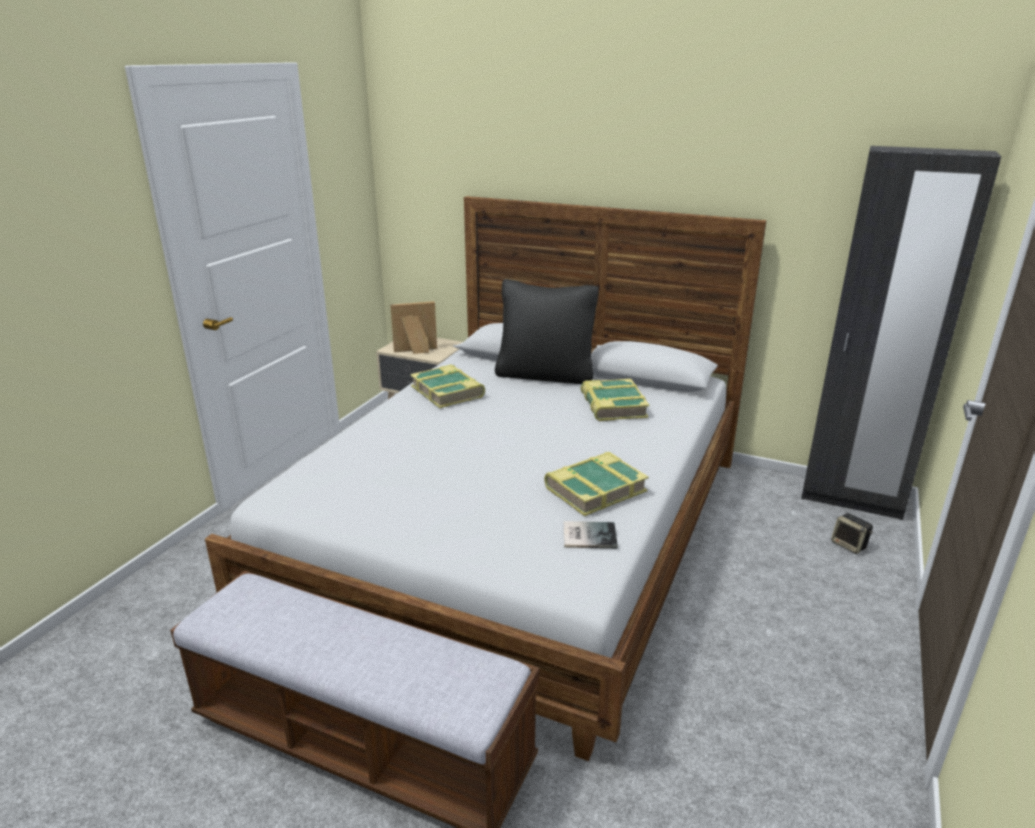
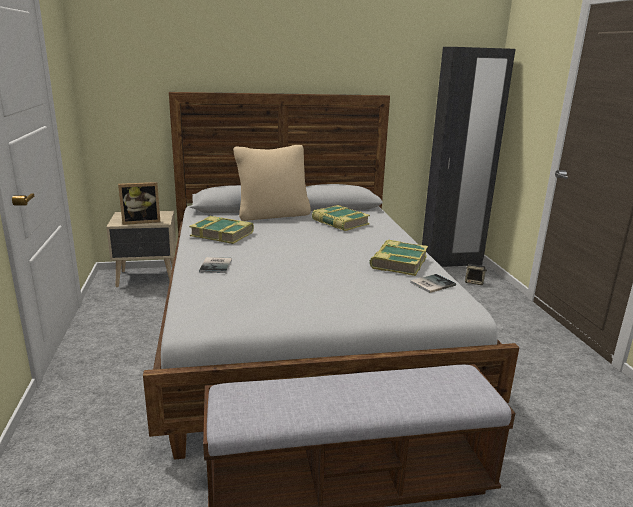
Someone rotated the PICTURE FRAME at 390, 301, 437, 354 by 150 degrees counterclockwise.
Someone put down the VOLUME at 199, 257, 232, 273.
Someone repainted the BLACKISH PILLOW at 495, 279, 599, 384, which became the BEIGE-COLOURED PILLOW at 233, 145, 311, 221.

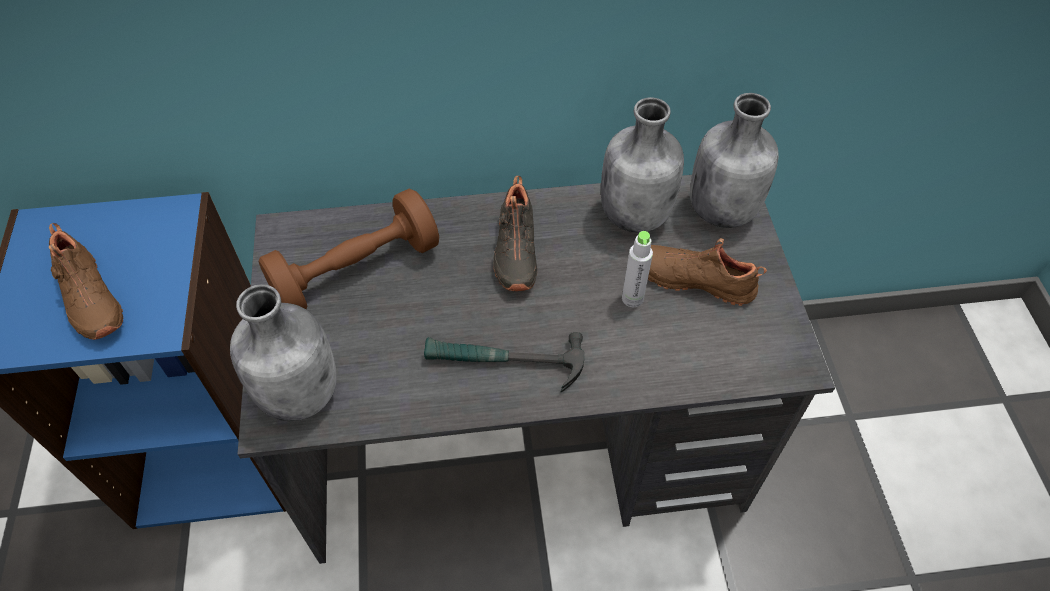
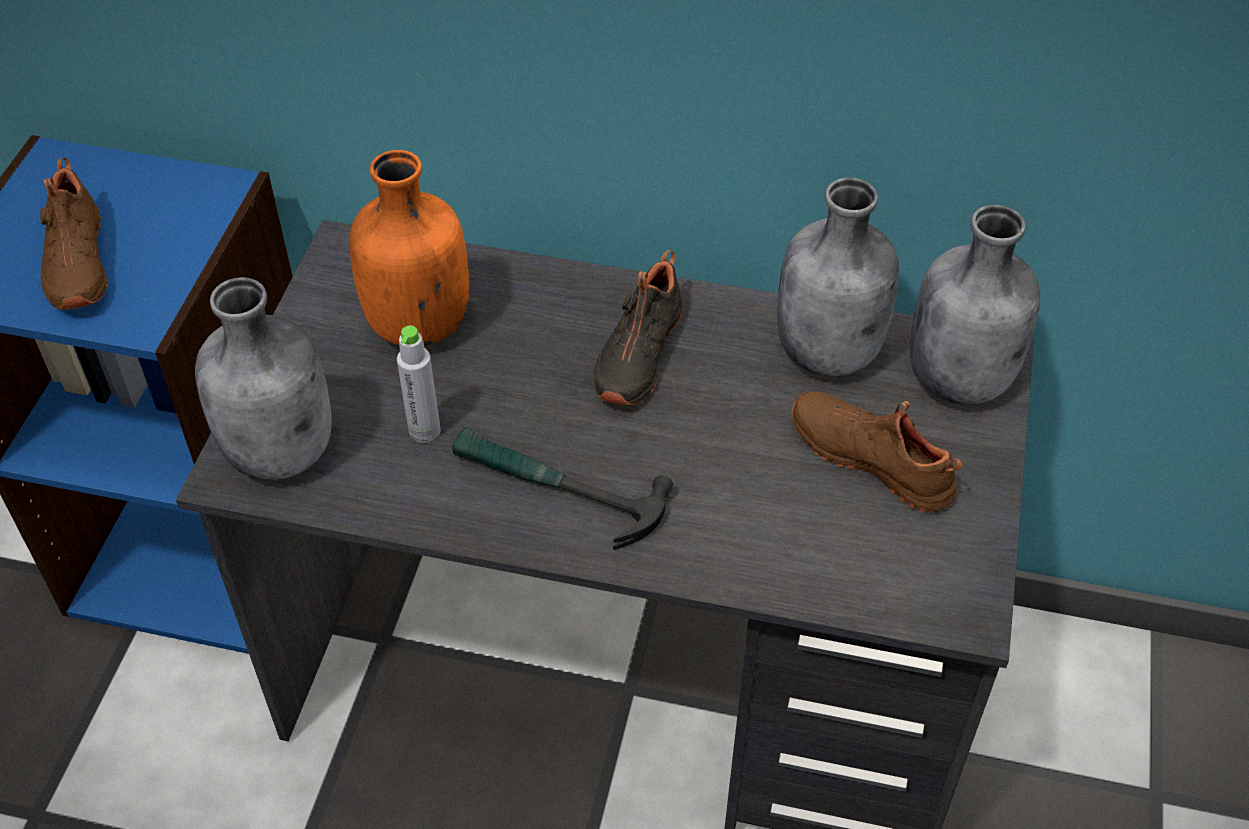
Someone swapped the BROWN-COLOURED FREE WEIGHT at 259, 189, 439, 309 for the ORANGEY DRINK BOTTLE at 349, 150, 469, 346.
Someone carried the GREYISH DRINK BOTTLE from 622, 231, 653, 307 to 397, 326, 441, 443.

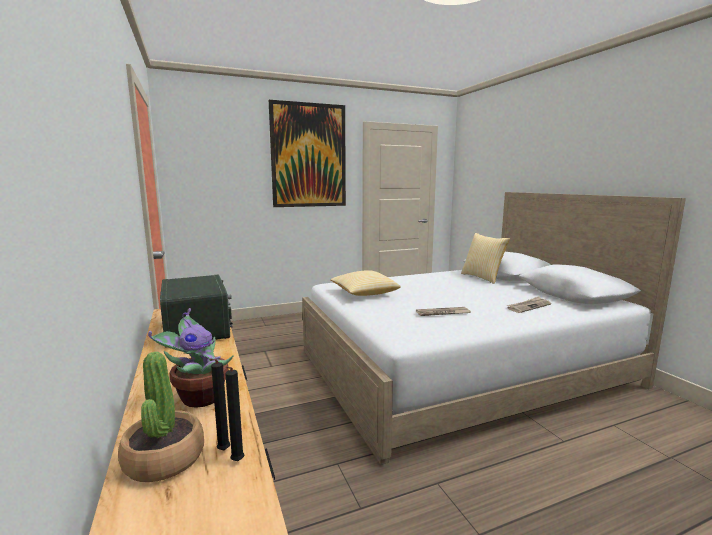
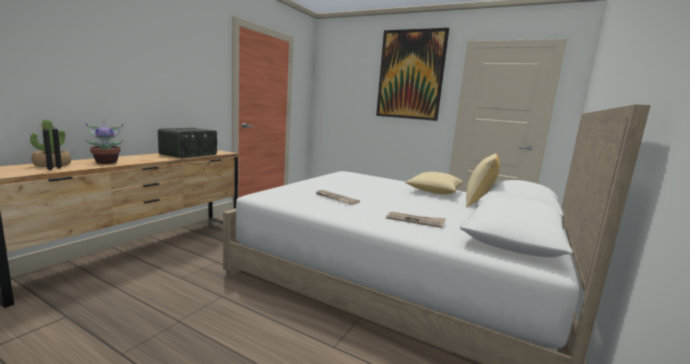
Someone carried the PILLOW from 330, 270, 401, 296 to 405, 172, 463, 195.

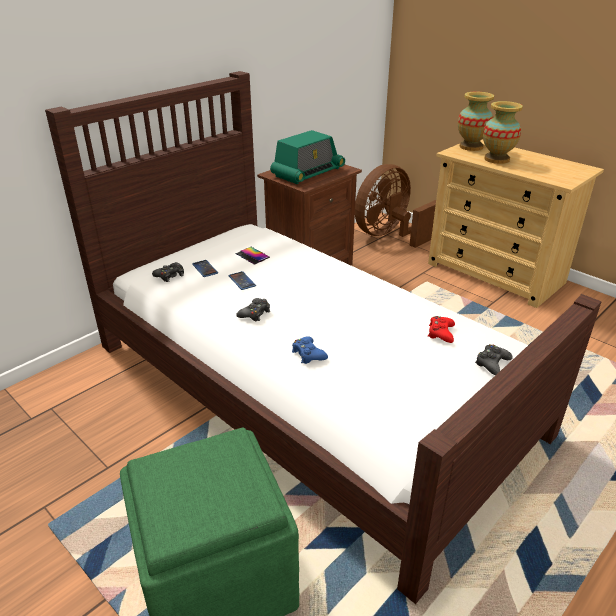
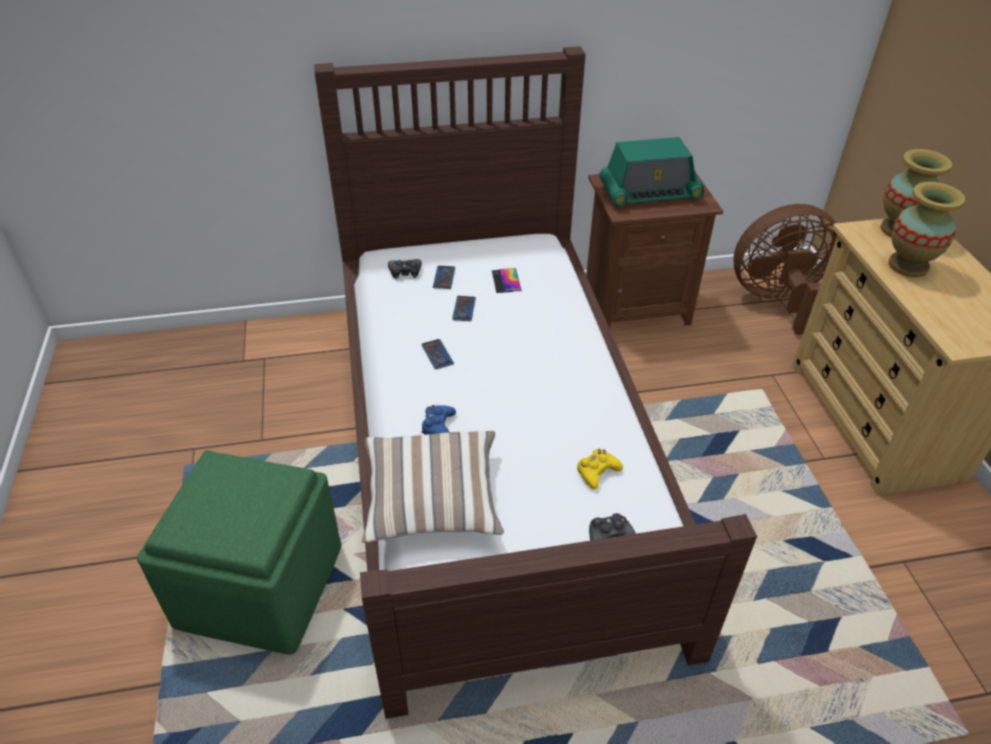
Someone put down the PILLOW at 362, 431, 504, 543.
Someone swapped the BLACKISH GAME CONTROLLER at 236, 298, 270, 321 for the HANDSET at 421, 339, 454, 369.
Someone repainted the REDDISH GAME CONTROLLER at 428, 316, 455, 343, which became the YELLOW GAME CONTROLLER at 577, 449, 623, 490.

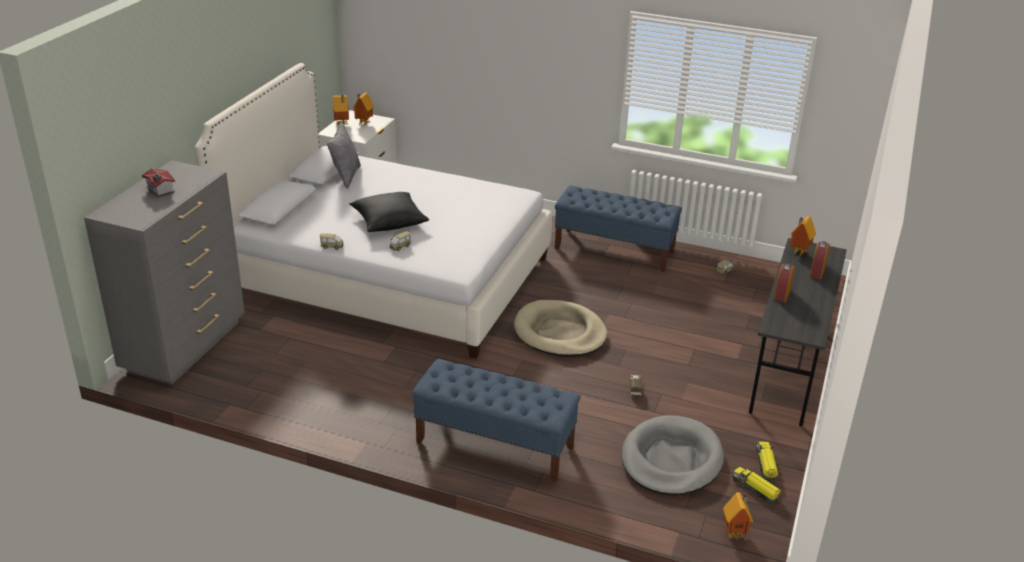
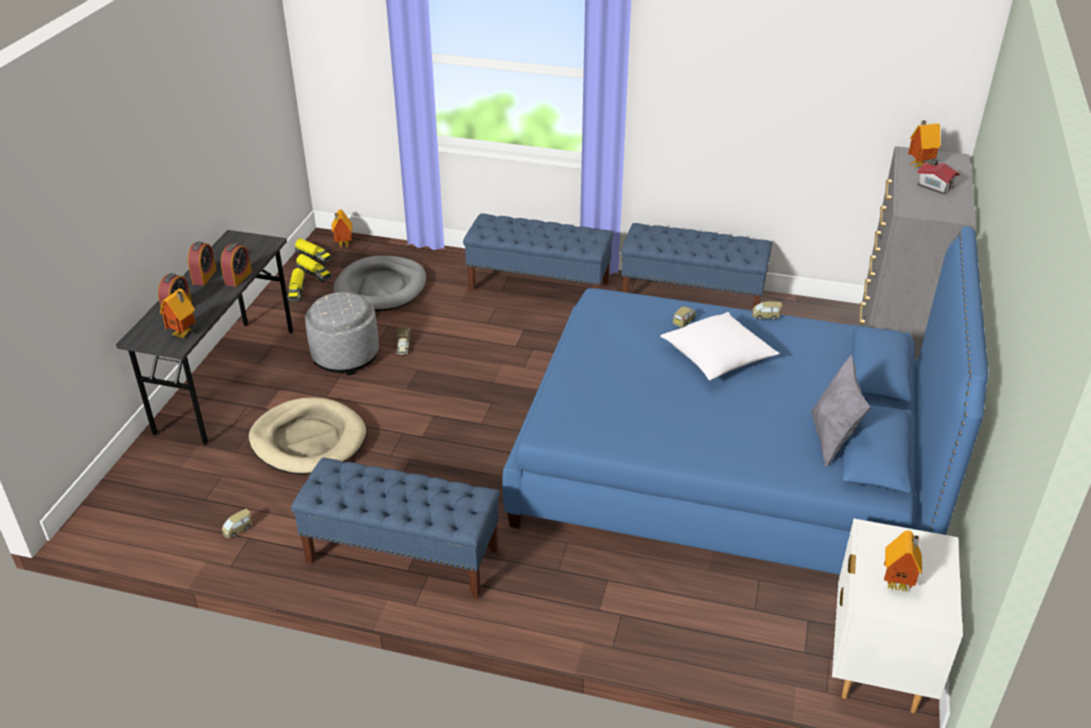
Someone put down the BEDSIDE CLOCK at 188, 242, 217, 285.
Someone carried the BEIGE-COLOURED DOG CUSHION from 514, 300, 608, 357 to 249, 397, 366, 475.
Someone put down the MODEL TRUCK at 295, 238, 332, 265.
Someone put down the GREYISH FOOTREST at 305, 292, 379, 375.
Someone repainted the WHITISH SLEEPING BED at 195, 63, 552, 359, which became the BLUISH SLEEPING BED at 502, 226, 988, 575.
Someone put down the BLUISH INDOOR BENCH at 621, 223, 772, 311.
Someone repainted the BLACKISH PILLOW at 349, 192, 429, 232, which became the WHITISH PILLOW at 660, 312, 780, 380.
Someone carried the MODEL HOUSE from 333, 95, 349, 125 to 908, 120, 941, 168.

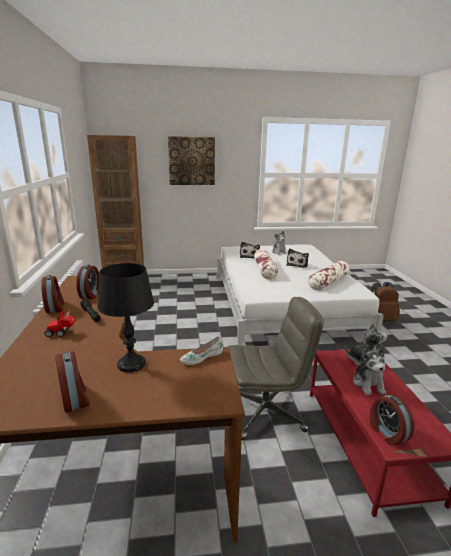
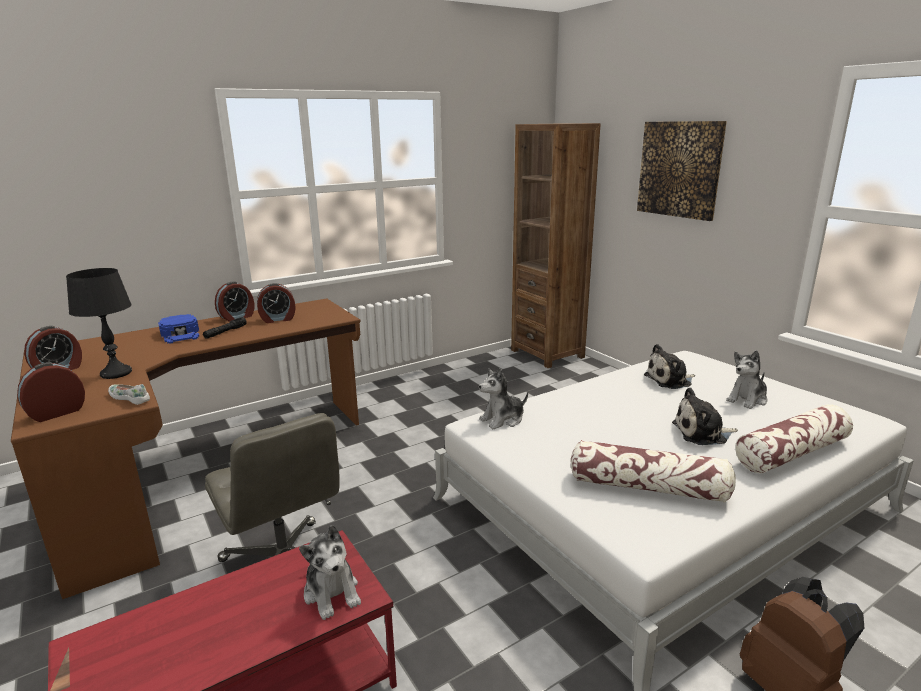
Someone carried the BEDSIDE CLOCK from 370, 394, 414, 446 to 17, 362, 85, 422.
Someone swapped the MODEL CAR at 44, 310, 76, 337 for the BLUISH BASEBALL CAP at 158, 314, 199, 344.
Someone carried the CUDDLY TOY from 353, 347, 386, 395 to 479, 368, 528, 429.
Someone carried the PILLOW from 254, 249, 278, 279 to 735, 404, 853, 473.

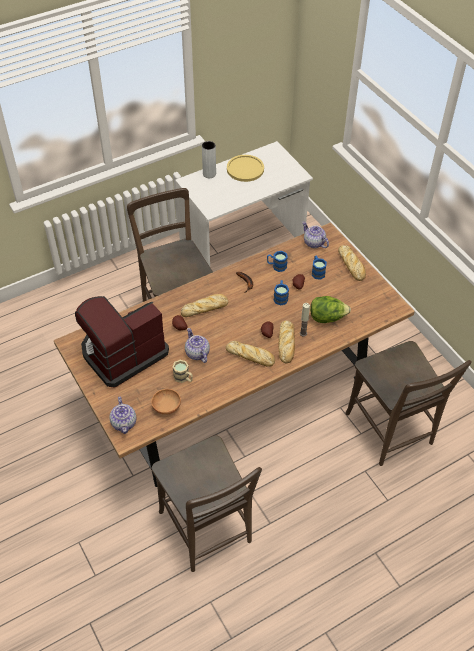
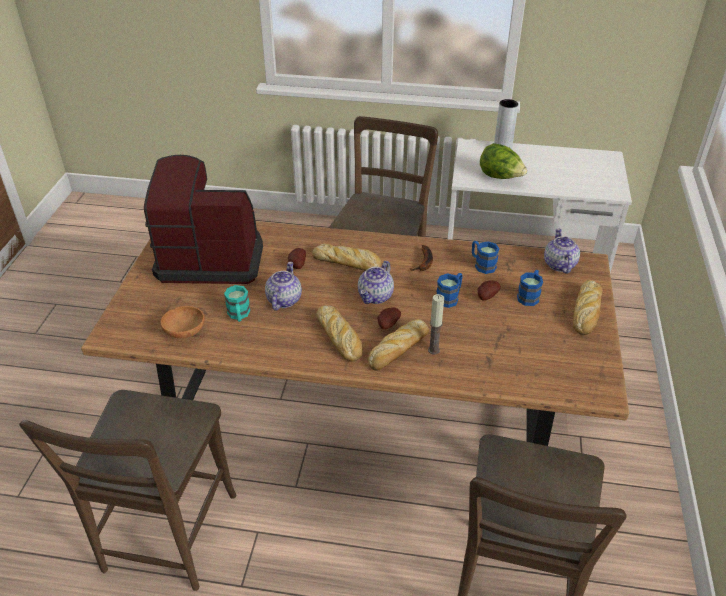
Someone repainted the BEIGE-COLOURED TEA MUG at 172, 360, 193, 383, which became the BLUE-GREEN TEA MUG at 224, 285, 250, 322.
Someone carried the TEA POT from 109, 397, 136, 434 to 358, 261, 394, 304.
Someone carried the LETTUCE from 310, 296, 351, 323 to 480, 143, 527, 179.
Someone took away the YELLOW PLATE at 227, 155, 264, 182.

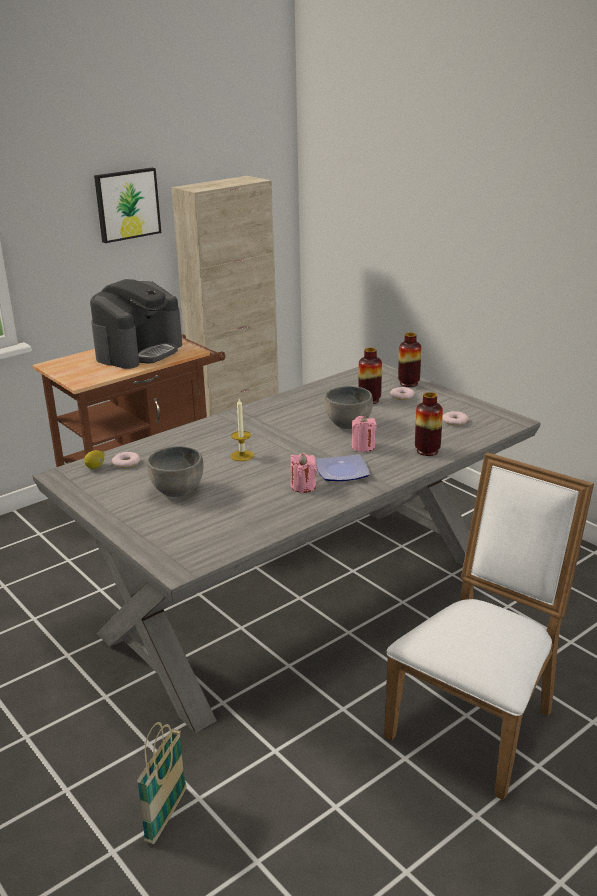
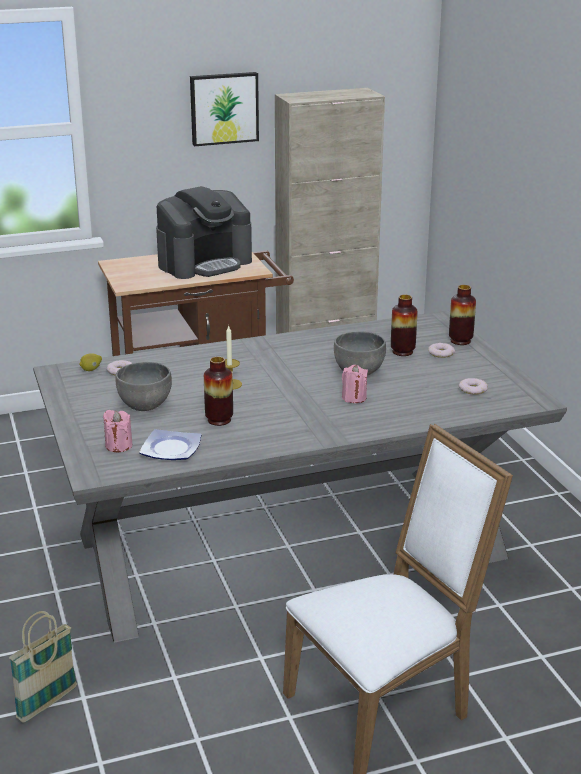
Someone carried the PINK WAX LIGHT from 291, 453, 317, 493 to 103, 410, 133, 452.
Someone carried the PLATE from 316, 454, 370, 481 to 139, 429, 201, 460.
Someone carried the FLOWER VASE from 415, 392, 443, 456 to 204, 357, 233, 426.

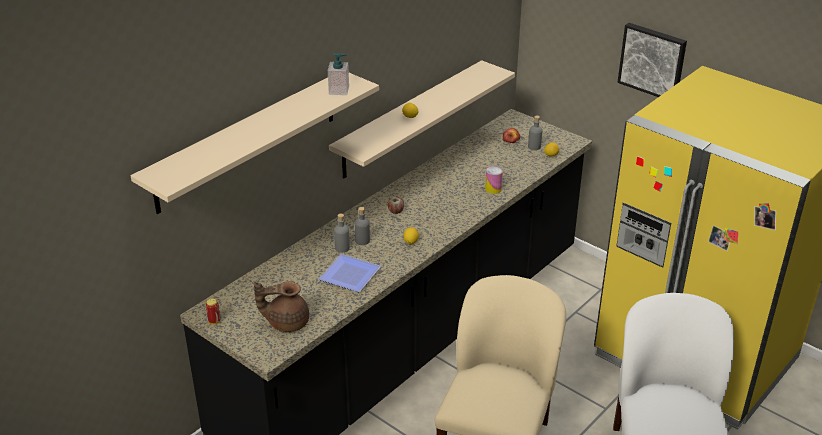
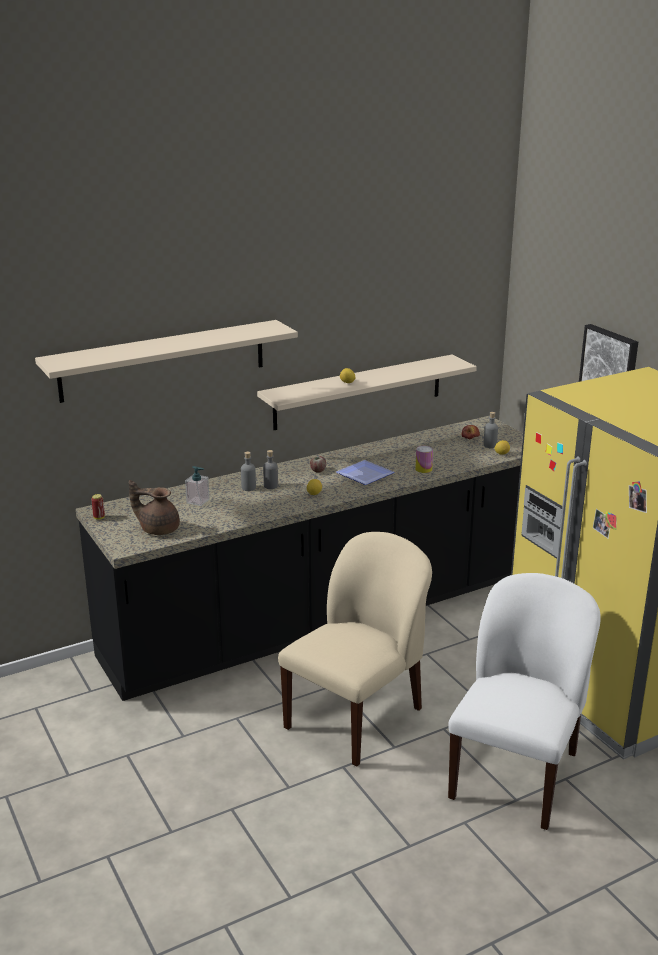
Someone carried the SOAP DISPENSER from 328, 53, 349, 95 to 185, 466, 210, 506.
Someone carried the PLATE from 319, 254, 381, 292 to 336, 460, 394, 485.

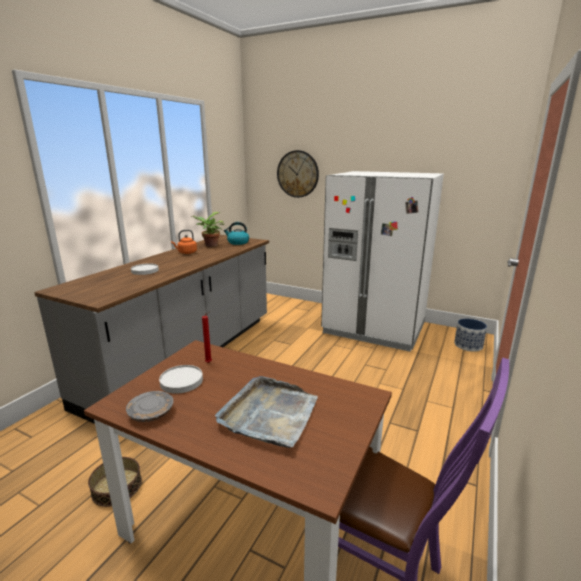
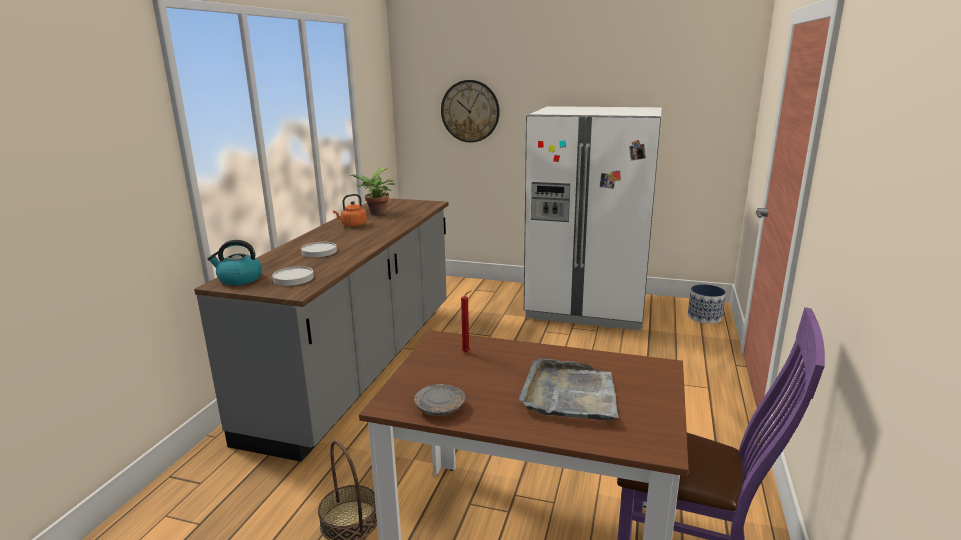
Someone carried the TEA KETTLE from 224, 222, 249, 245 to 207, 240, 262, 285.
Someone carried the WHITISH PLATE from 159, 365, 203, 394 to 272, 266, 314, 286.

